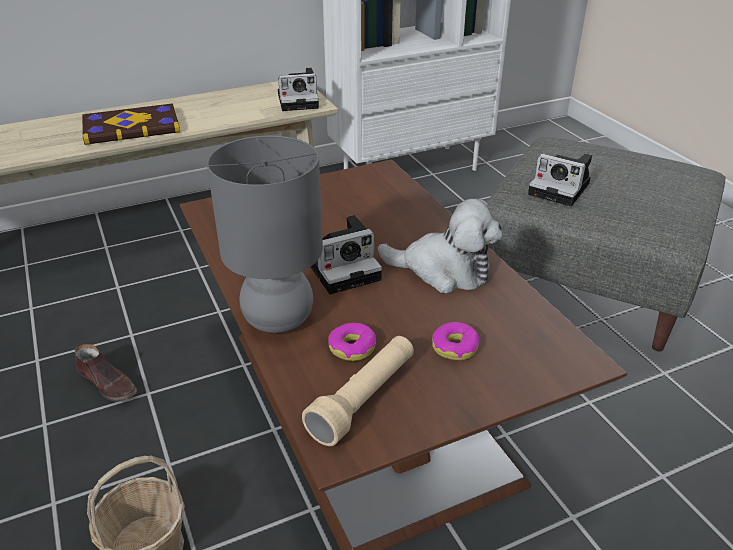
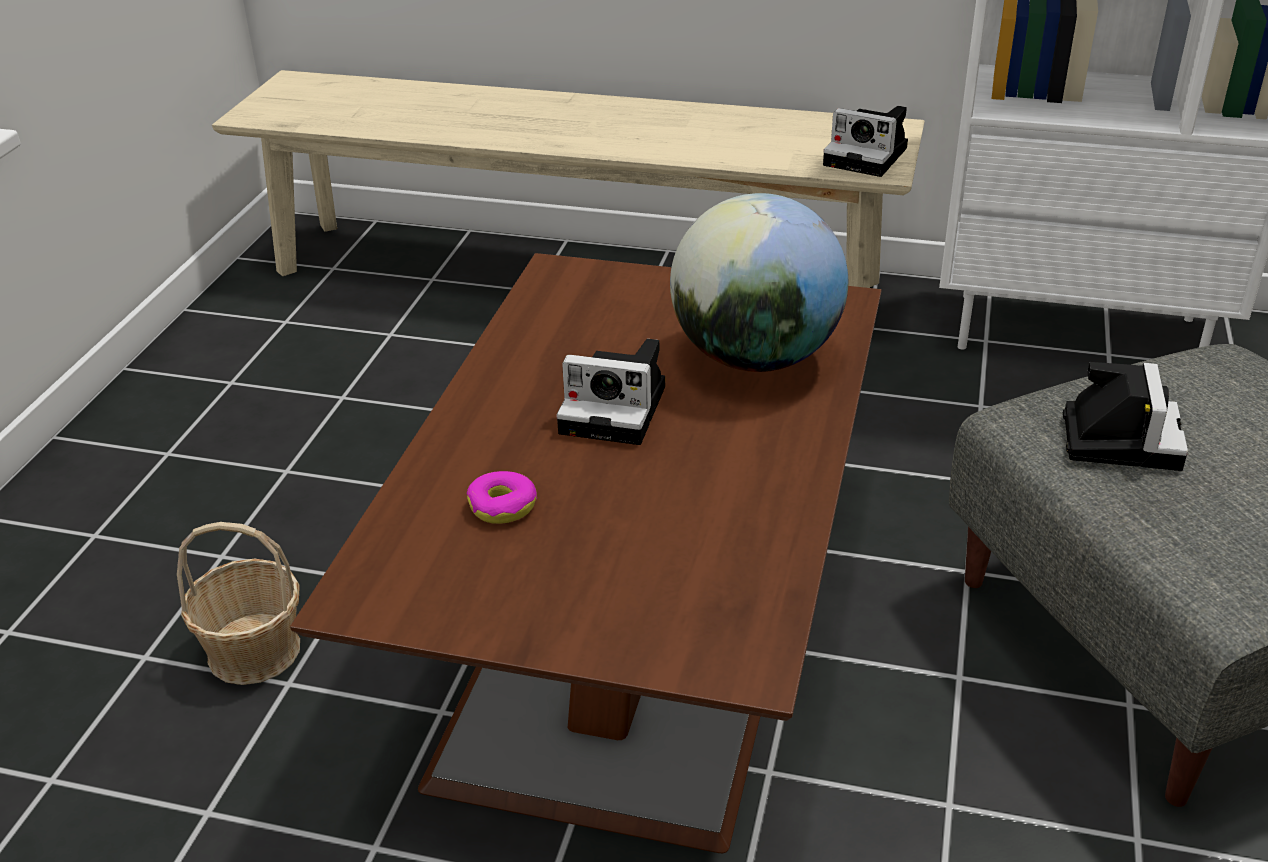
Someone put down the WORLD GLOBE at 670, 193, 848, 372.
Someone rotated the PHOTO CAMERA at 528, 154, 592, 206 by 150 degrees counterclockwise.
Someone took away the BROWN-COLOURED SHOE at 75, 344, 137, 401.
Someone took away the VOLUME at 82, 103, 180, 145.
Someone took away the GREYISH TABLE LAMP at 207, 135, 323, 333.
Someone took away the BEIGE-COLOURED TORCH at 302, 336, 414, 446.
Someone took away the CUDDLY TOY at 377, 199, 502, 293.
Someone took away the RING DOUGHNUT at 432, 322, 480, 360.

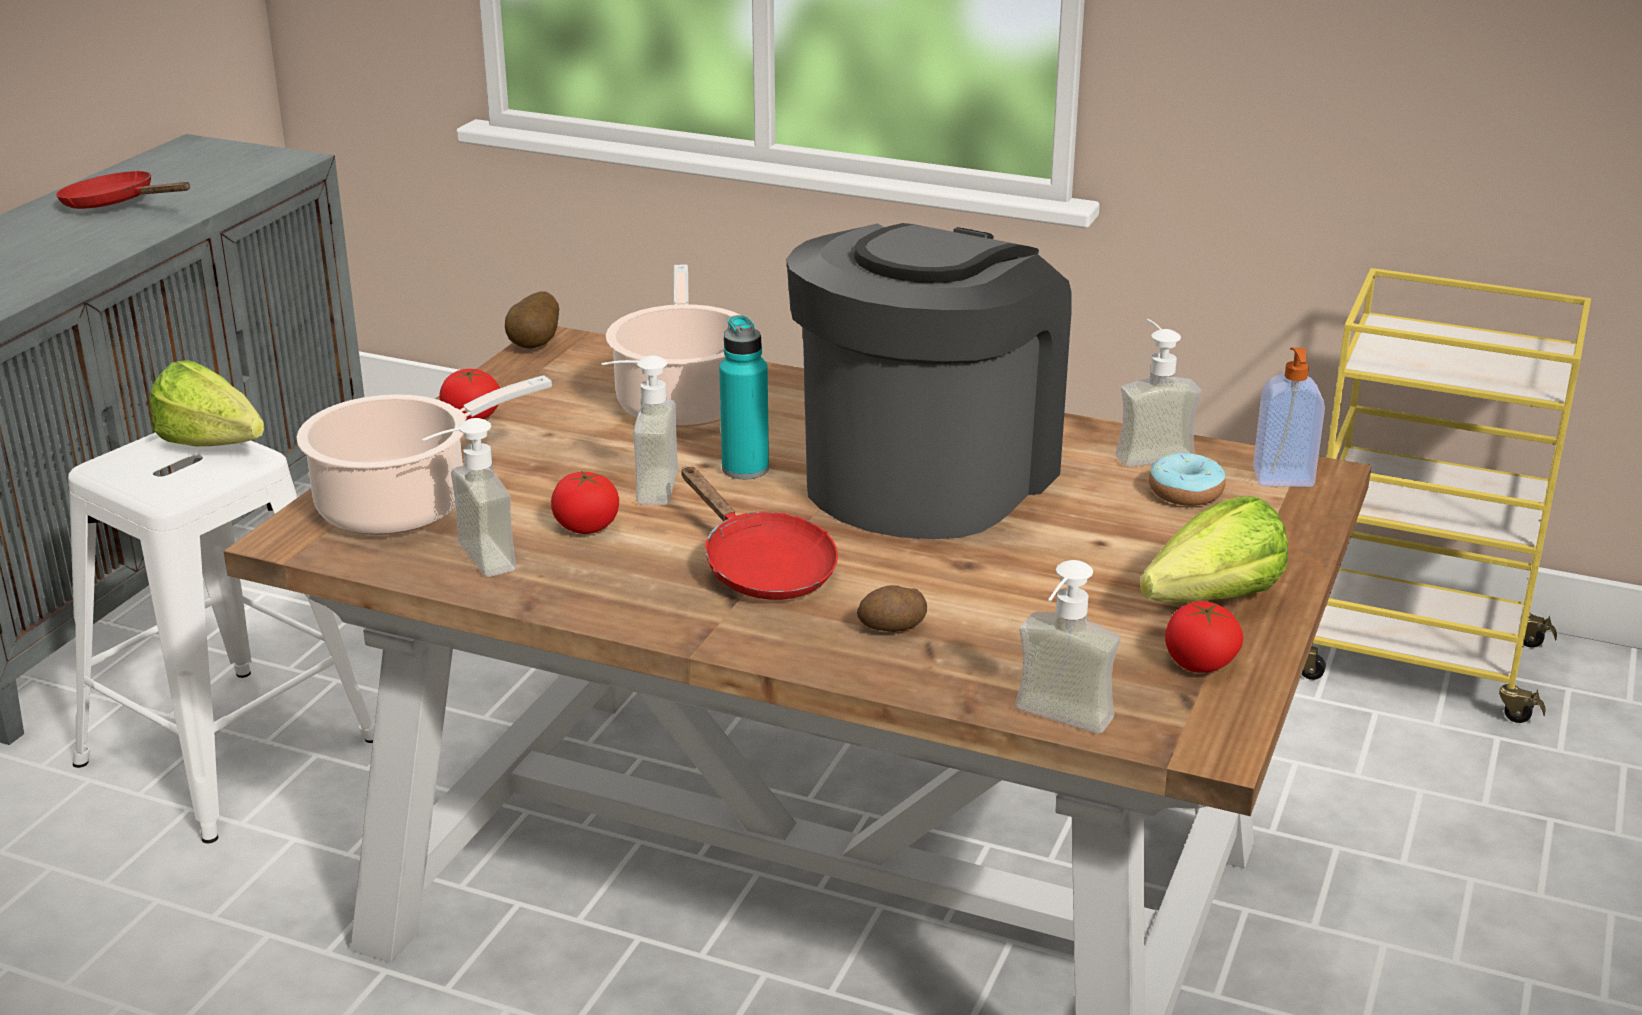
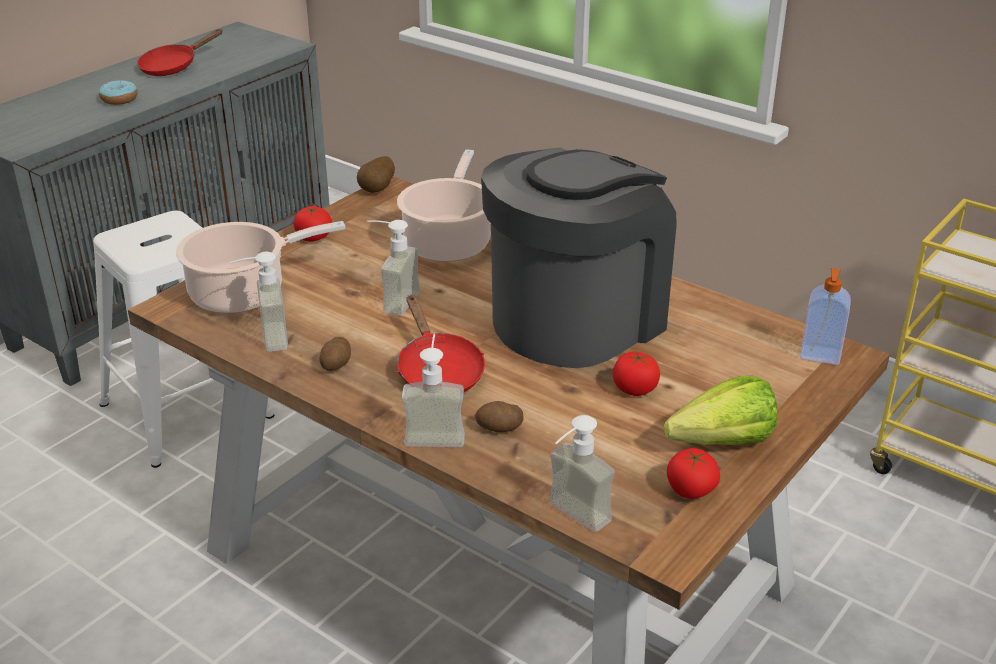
Someone carried the RING DOUGHNUT from 1149, 453, 1226, 506 to 99, 80, 138, 105.
Someone rotated the REDDISH SKILLET at 56, 171, 190, 209 by 90 degrees counterclockwise.
Someone put down the POTATO at 319, 337, 351, 371.
Someone carried the SOAP DISPENSER from 1116, 319, 1202, 467 to 402, 334, 465, 447.
Someone carried the TOMATO from 551, 471, 619, 534 to 612, 351, 660, 396.
Someone took away the LETTUCE at 149, 360, 264, 446.
Someone took away the BLUE-GREEN DRINK BOTTLE at 719, 315, 769, 479.

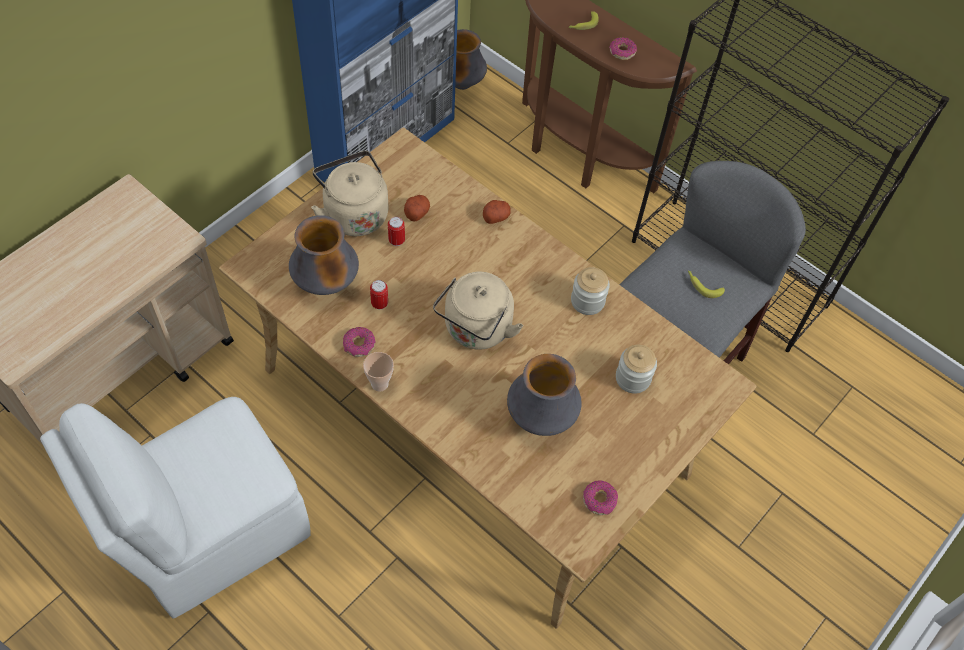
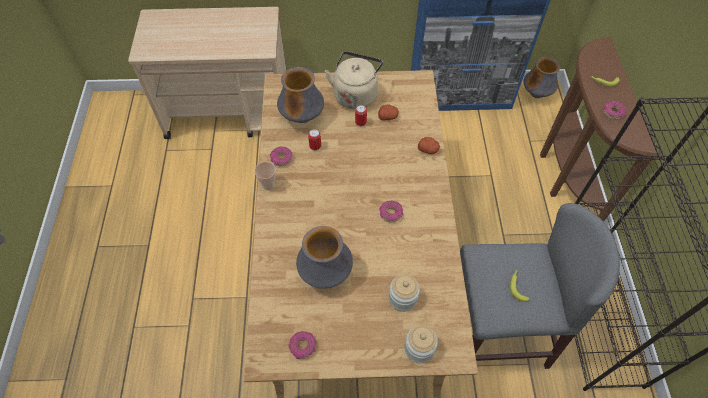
Someone put down the RING DOUGHNUT at 379, 200, 403, 223.
Someone carried the JAR from 571, 267, 610, 315 to 404, 325, 438, 363.
Someone took away the WHITISH UPRIGHT CHAIR at 40, 397, 311, 618.
Someone took away the BEIGE-COLOURED TEA KETTLE at 433, 272, 523, 350.

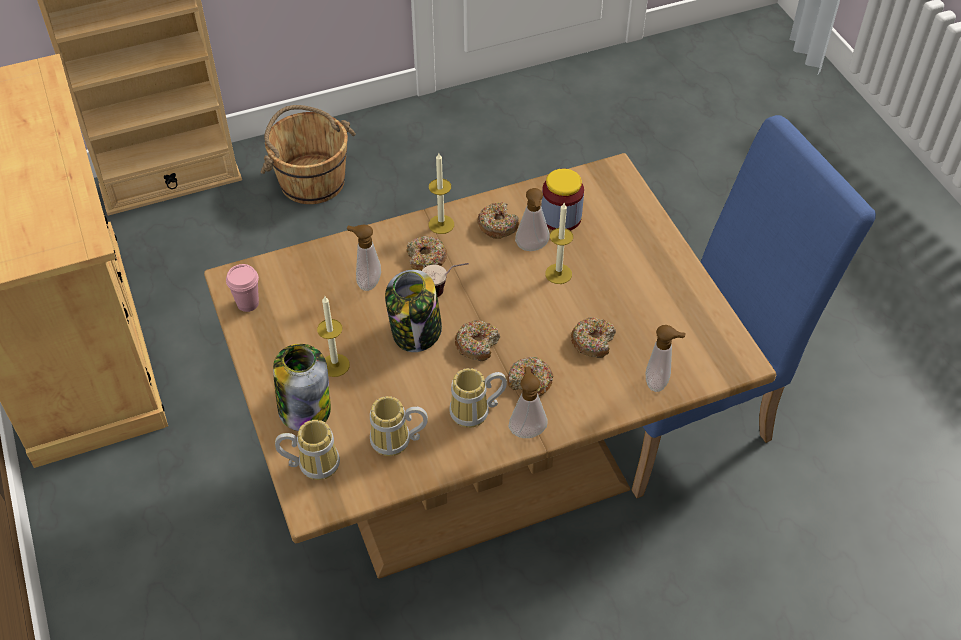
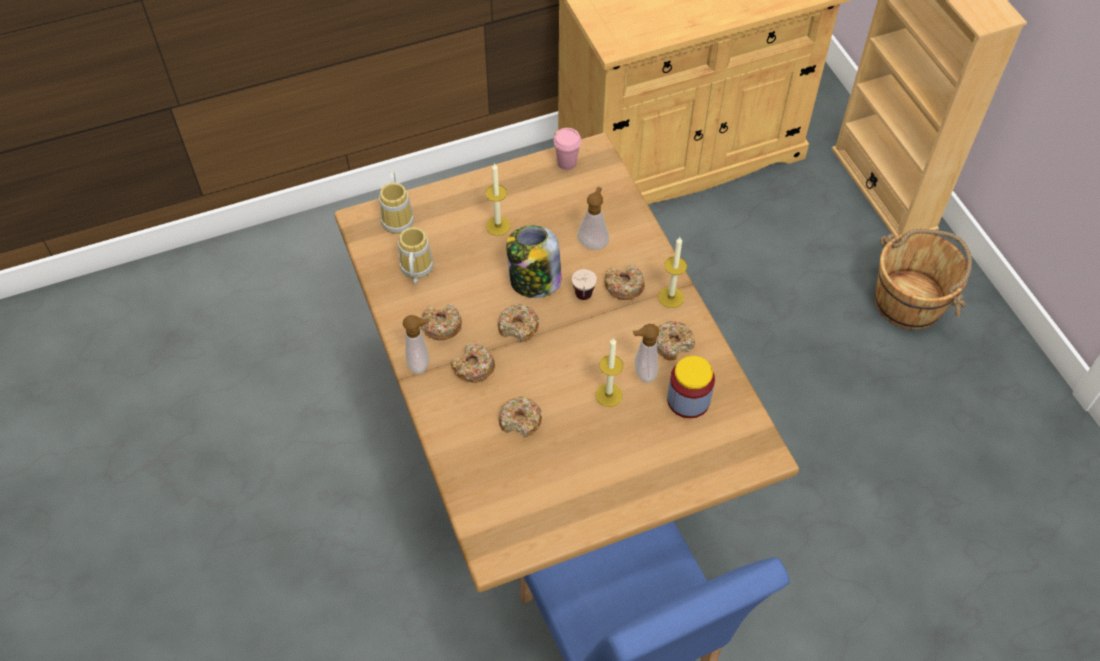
Someone swapped the TEA MUG at 449, 368, 507, 428 for the RING DOUGHNUT at 421, 304, 462, 340.
Someone took away the JAR at 273, 344, 331, 431.
Someone took away the SOAP DISPENSER at 646, 325, 686, 392.

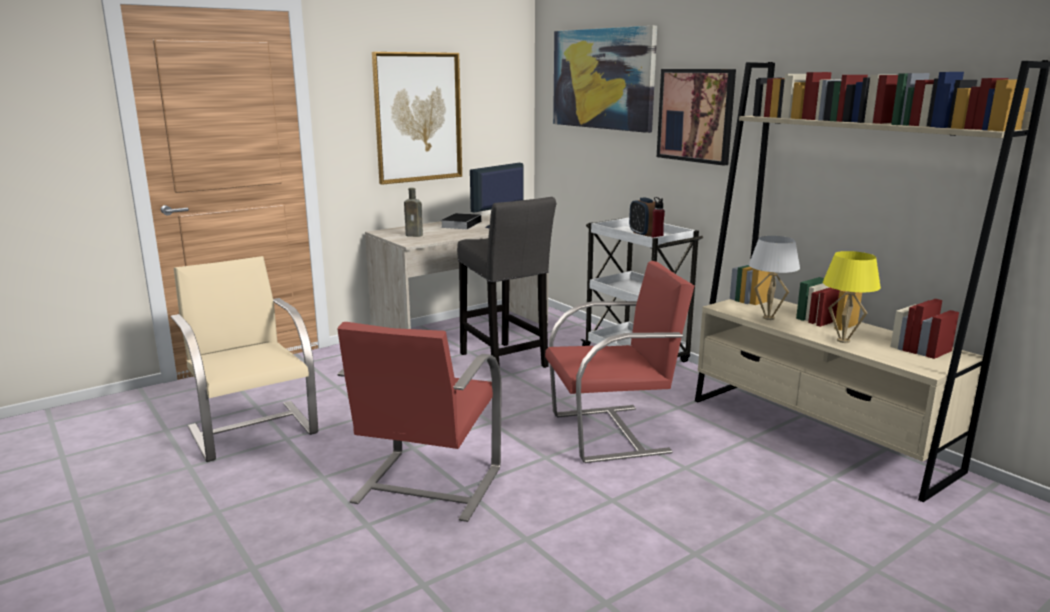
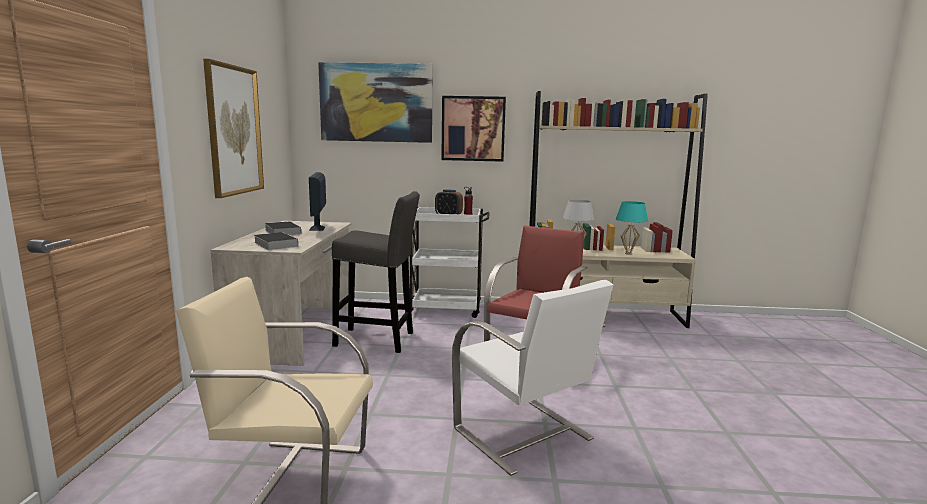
Someone swapped the BROWN-COLOURED DRINK BOTTLE at 404, 188, 423, 237 for the VOLUME at 254, 232, 298, 250.
Someone repainted the REDDISH UPRIGHT CHAIR at 337, 322, 502, 522, which became the WHITISH UPRIGHT CHAIR at 452, 280, 613, 476.
Someone repainted the YELLOW TABLE LAMP at 823, 251, 881, 343, which became the BLUE-GREEN TABLE LAMP at 616, 201, 648, 255.

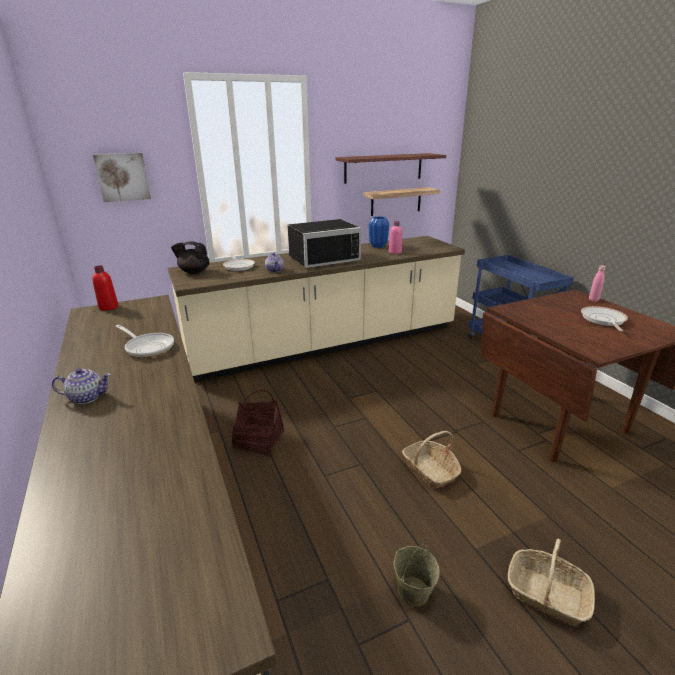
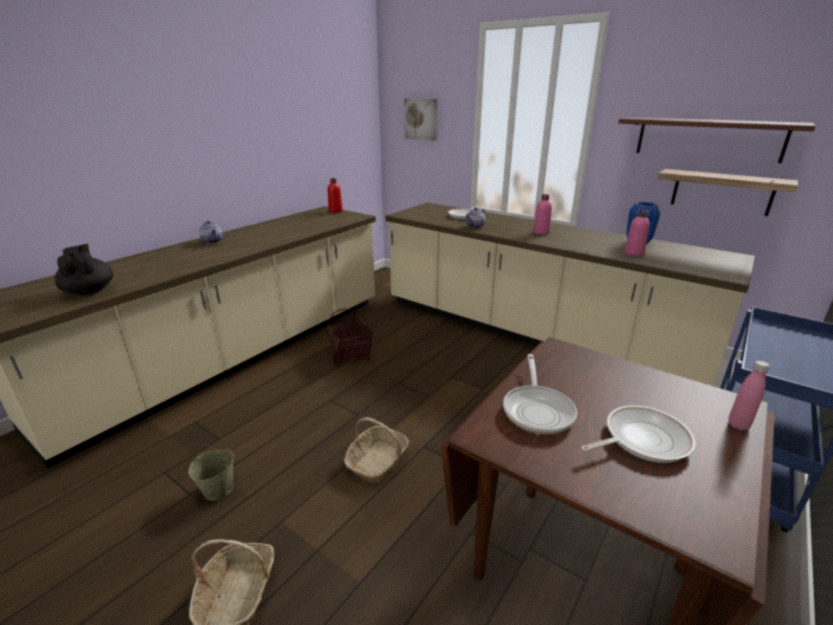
Someone carried the BLACKISH TEA POT from 171, 242, 210, 274 to 55, 244, 113, 295.
Someone carried the SKILLET from 116, 325, 174, 357 to 503, 354, 577, 434.
Someone swapped the BLACKISH KITCHEN MICROWAVE at 287, 219, 361, 268 for the PINK DRINK BOTTLE at 533, 194, 552, 235.

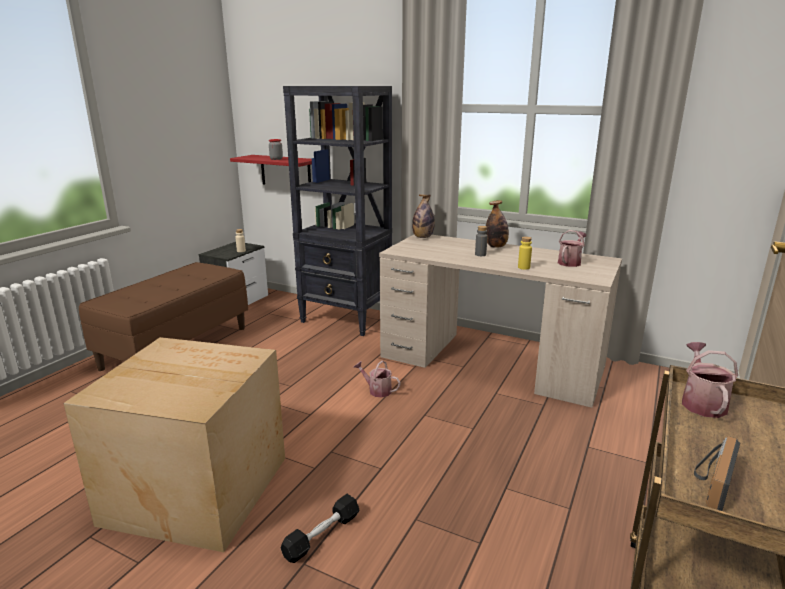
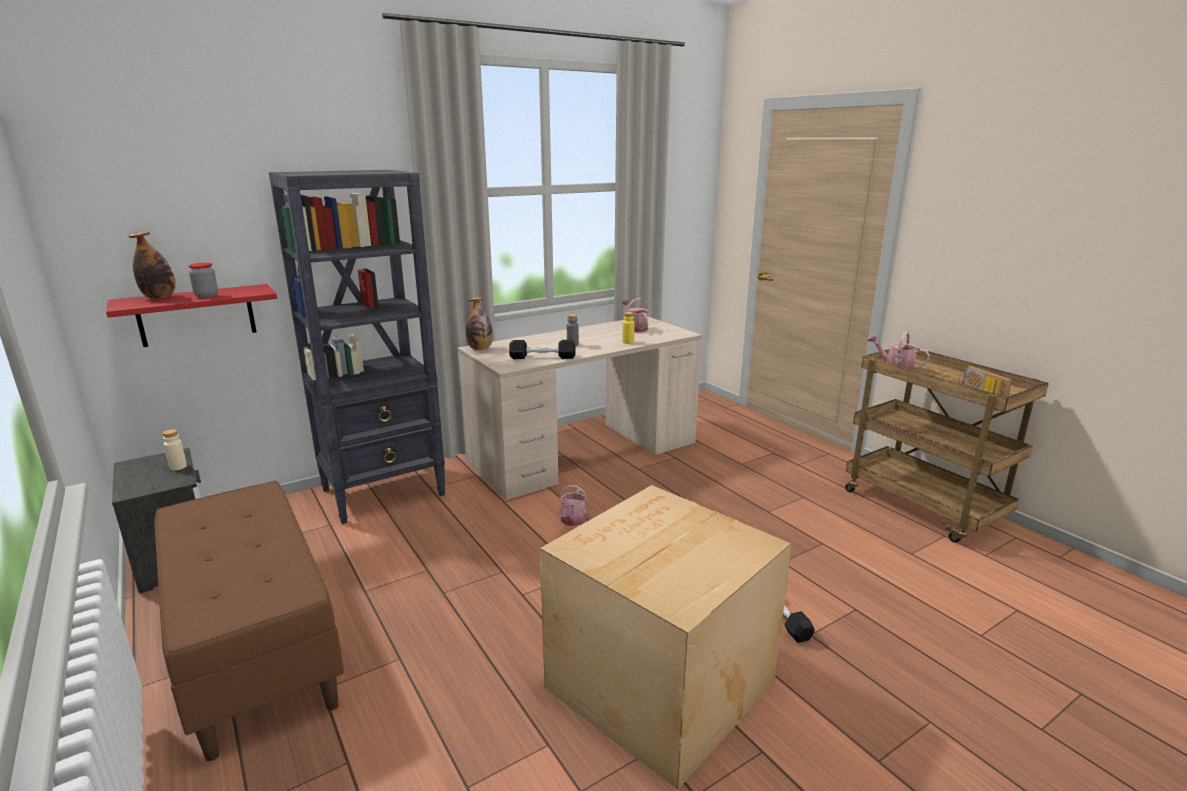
Someone carried the DRINK BOTTLE from 486, 200, 509, 248 to 128, 231, 176, 299.
Someone put down the BLACKISH FREE WEIGHT at 509, 340, 575, 359.
Someone rotated the WATERING CAN at 354, 361, 401, 398 by 45 degrees counterclockwise.

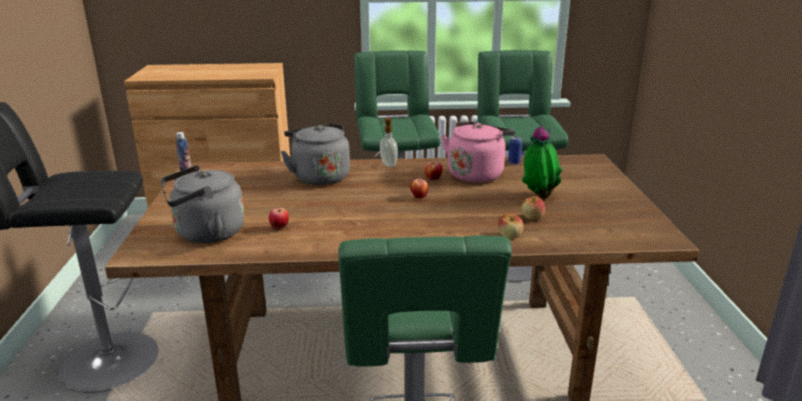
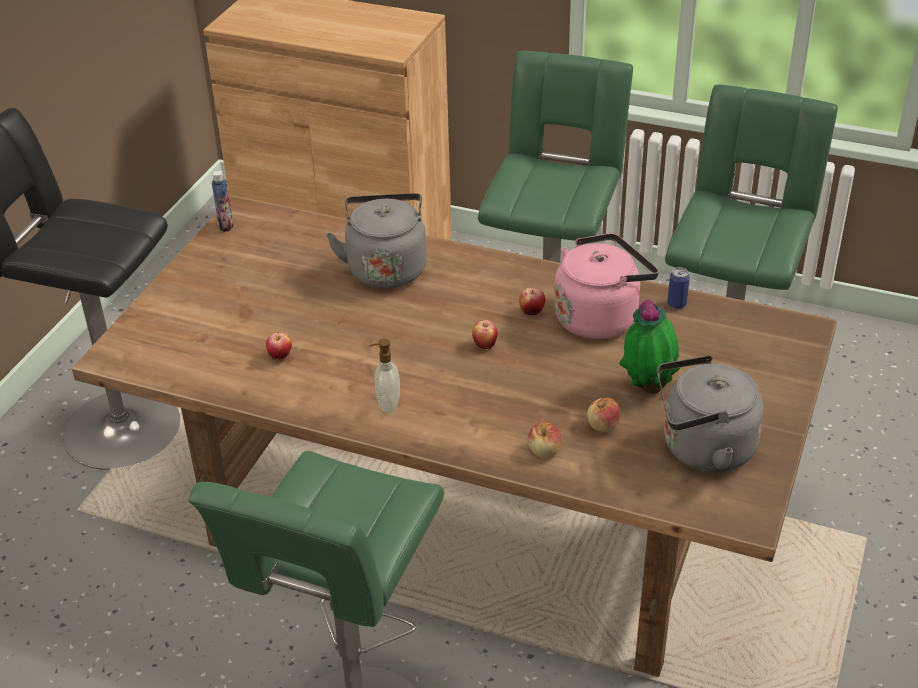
Someone carried the SOAP DISPENSER from 380, 118, 398, 167 to 369, 338, 400, 412.
Someone carried the GREYISH TEA KETTLE from 160, 165, 244, 243 to 657, 355, 764, 472.

